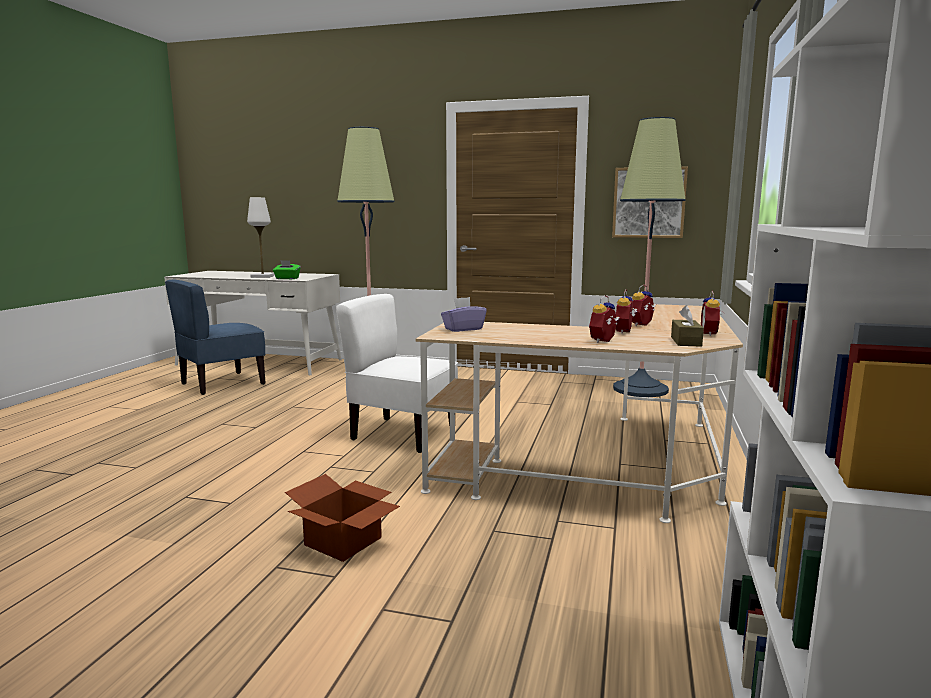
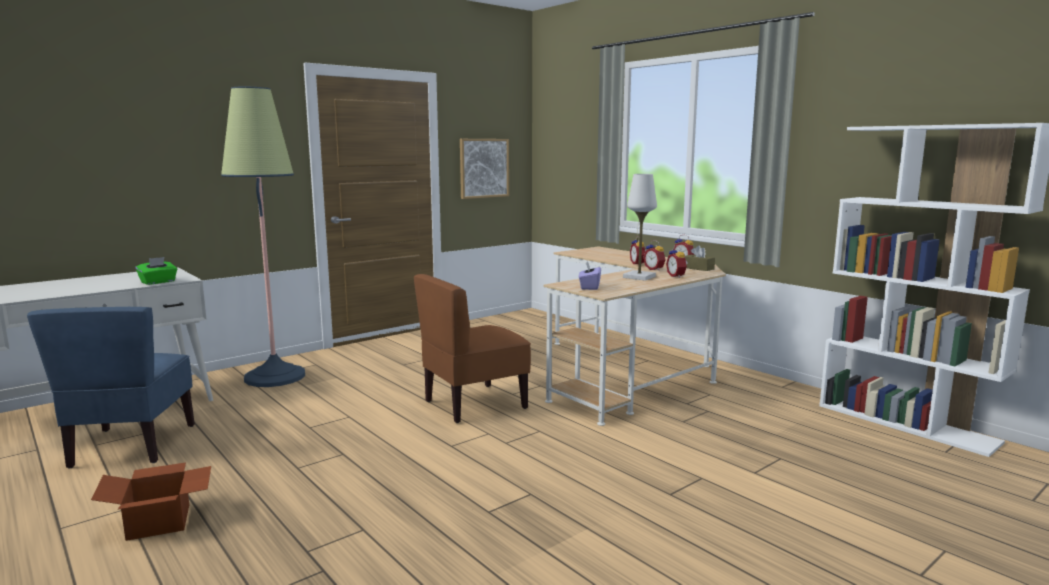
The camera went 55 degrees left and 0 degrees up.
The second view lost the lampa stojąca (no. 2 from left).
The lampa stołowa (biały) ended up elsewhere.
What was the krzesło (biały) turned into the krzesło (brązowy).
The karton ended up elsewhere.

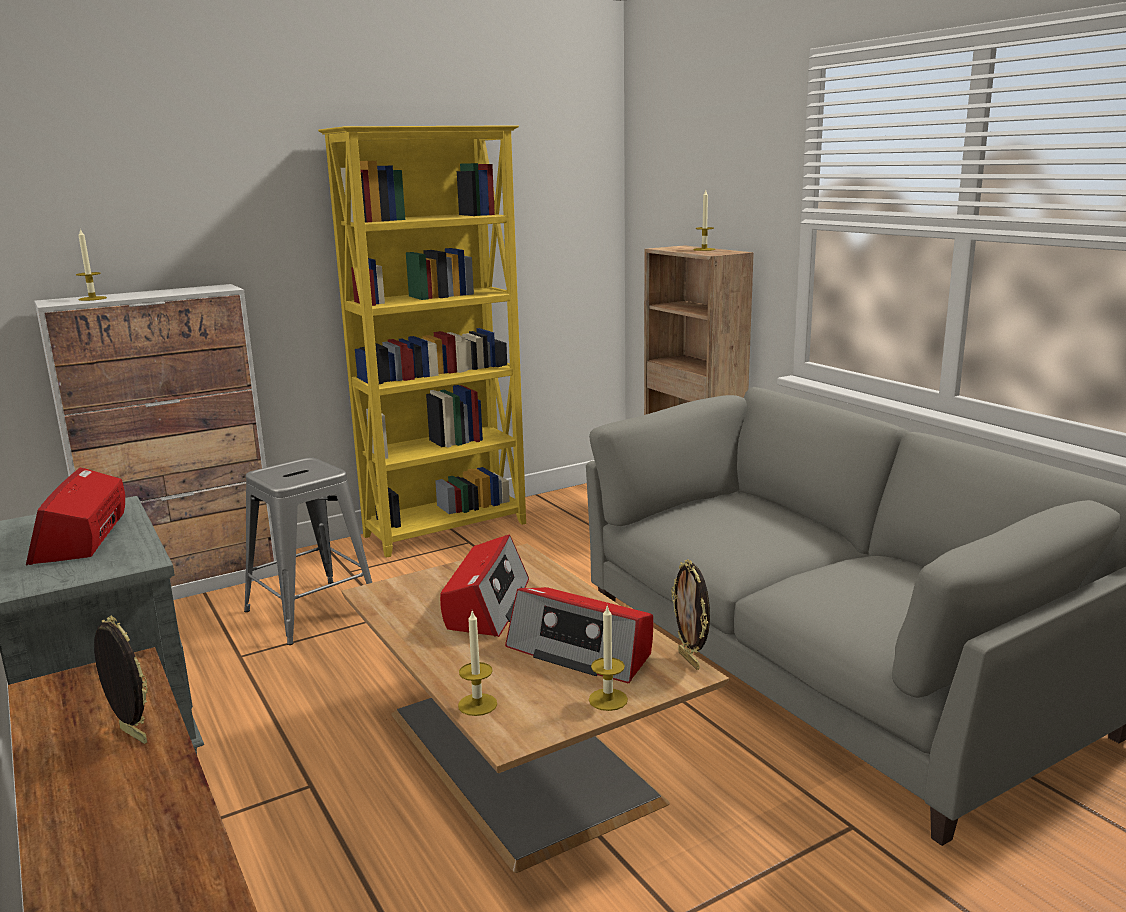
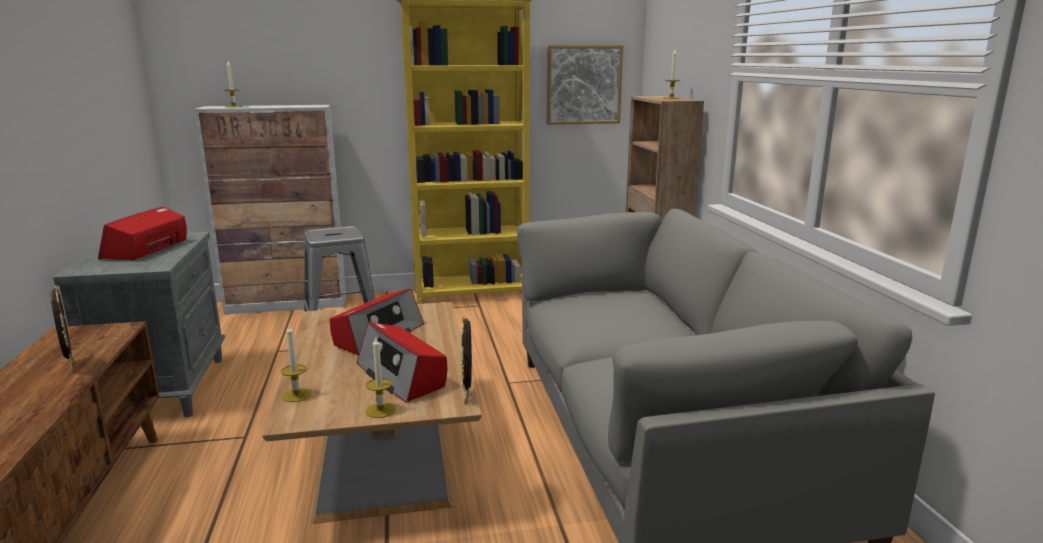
The camera went 20 degrees right and 0 degrees up.
The second view gained the obraz.

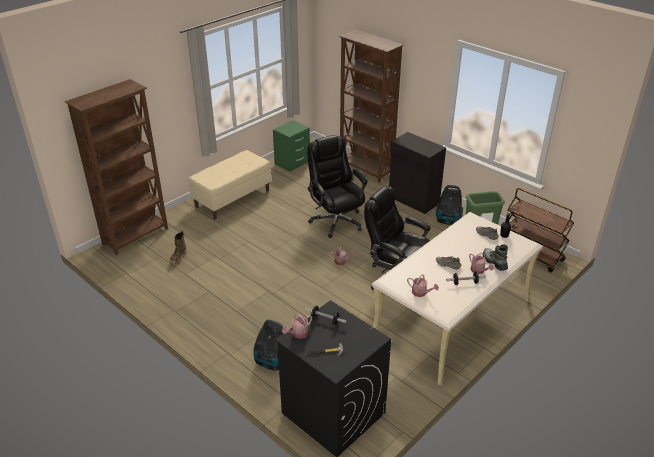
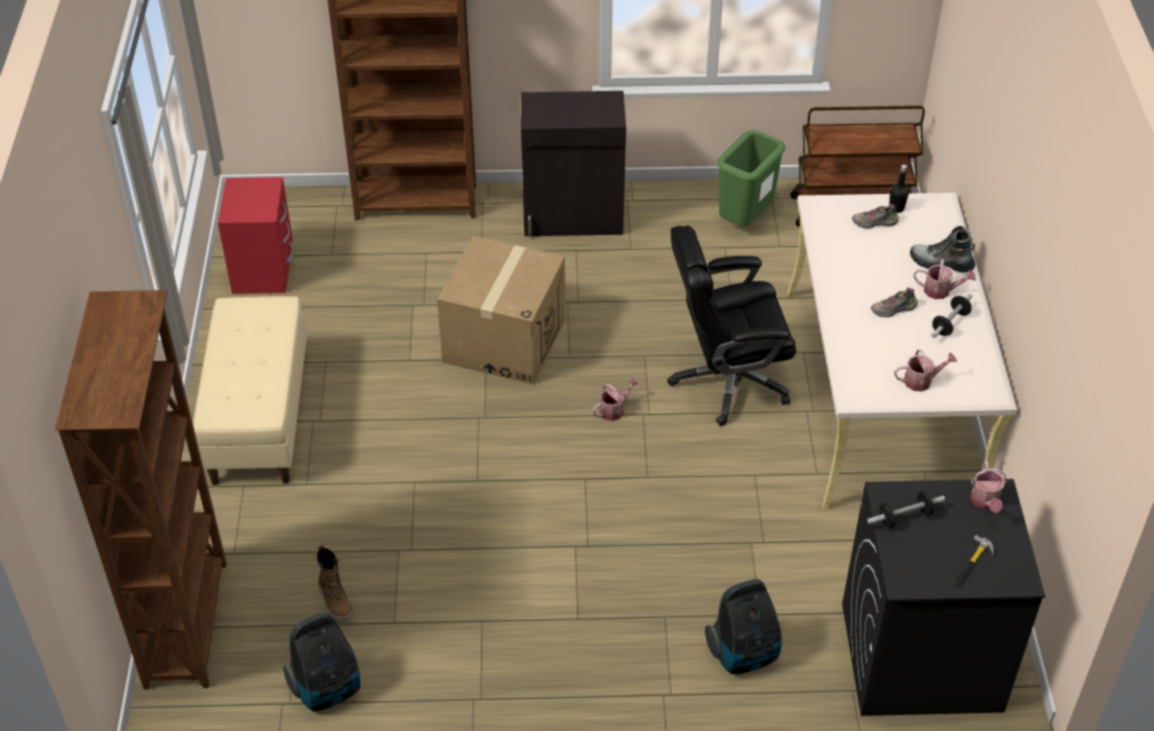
The camera went 45 degrees left and 10 degrees up.
What was the szafka nocna (zielony) turned into the szafka nocna (czerwony).
Where the krzesło biurowe (czarny) (no. 1 from left) stood, the karton came to stand.
The odkurzacz (no. 2 from left in the first image) ended up elsewhere.
The konewka (no. 1 from left in the first image) ended up elsewhere.

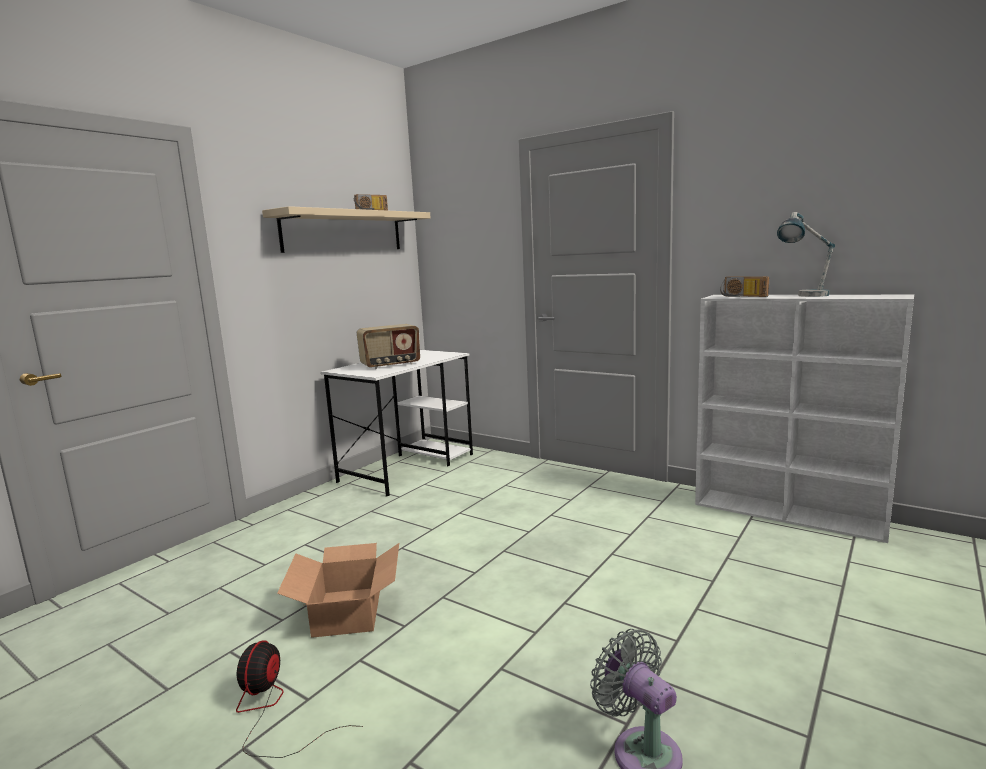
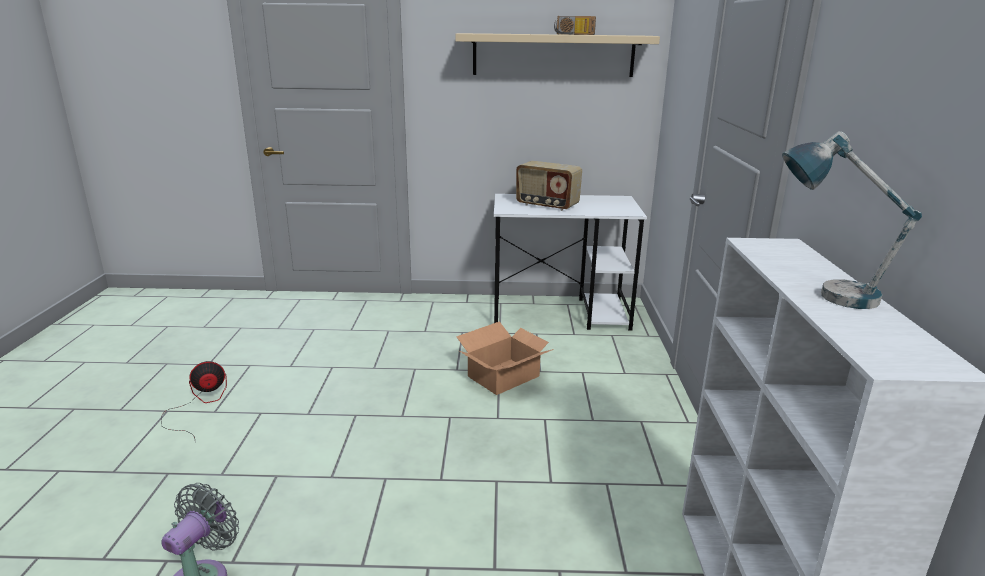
The camera went 55 degrees right and 10 degrees up.
The second view lost the radio (no. 3 from left).
The karton ended up elsewhere.

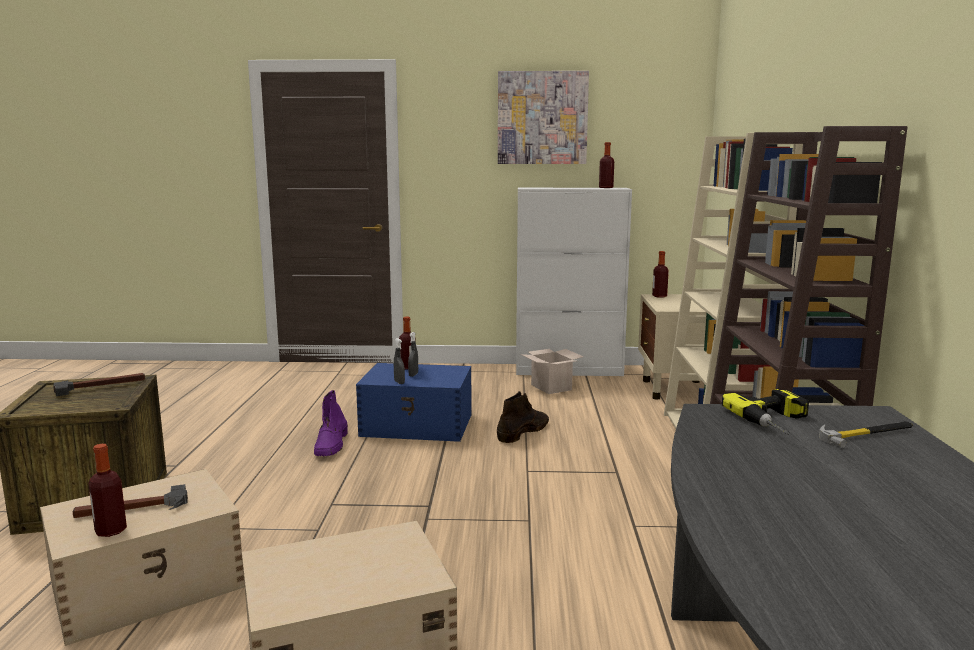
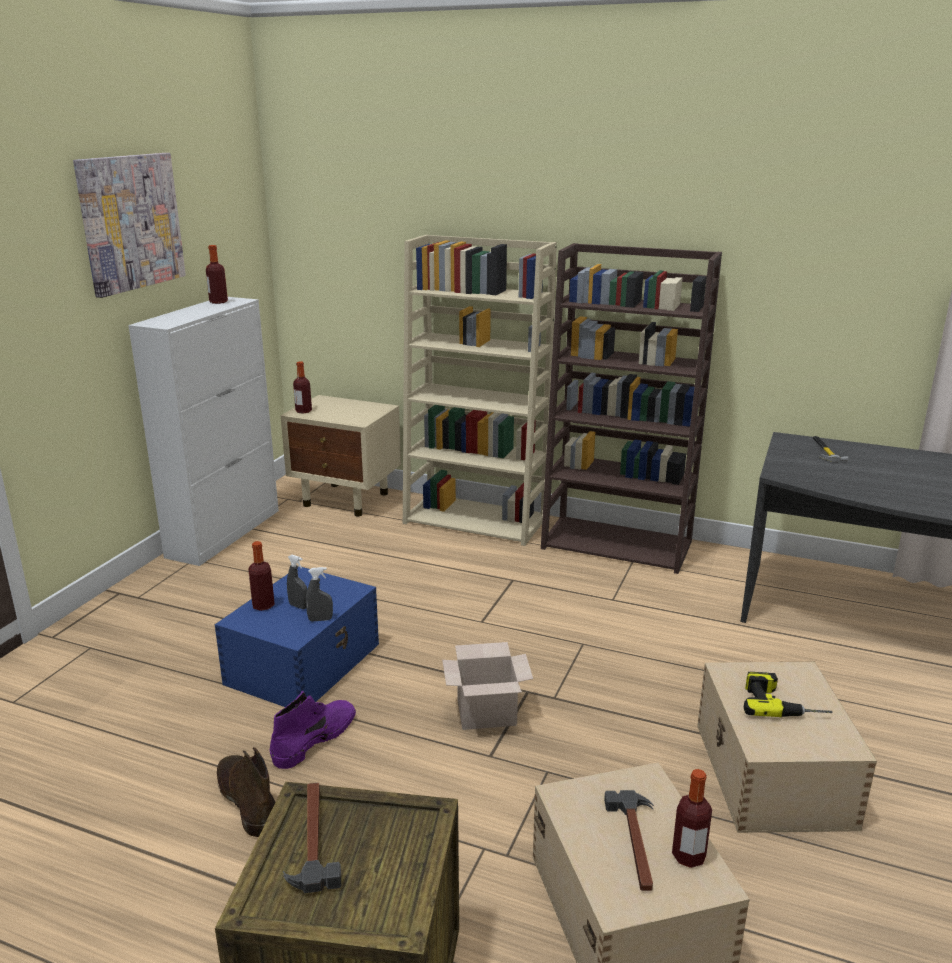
The camera went 70 degrees left and 10 degrees up.
The karton ended up elsewhere.
The wiertarka ended up elsewhere.
The but z cholewką (fioletowy) ended up facing another way, 75 degrees counterclockwise from before.
The but z cholewką (brązowy) ended up elsewhere.

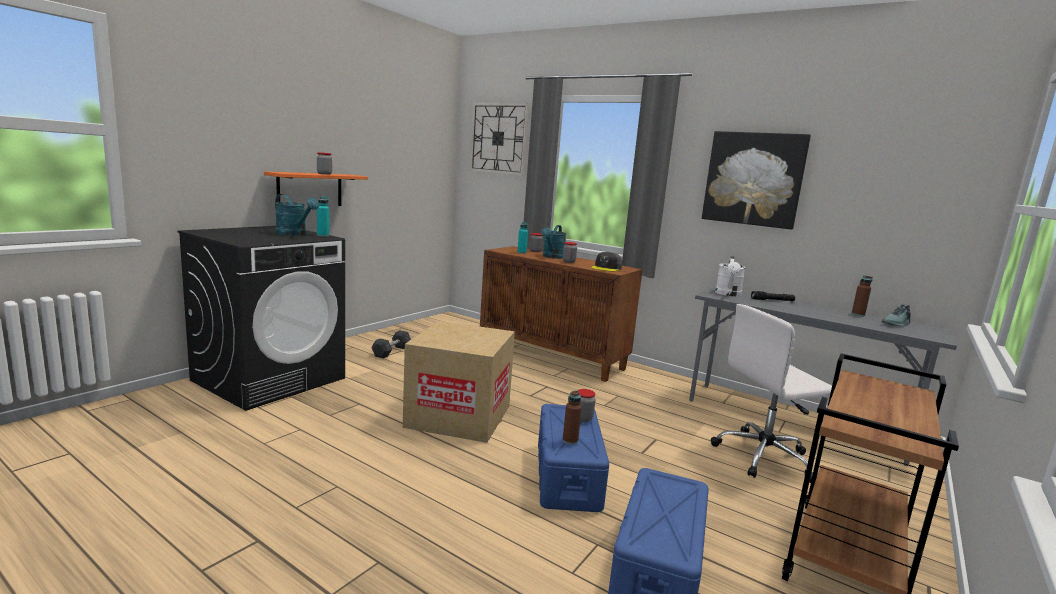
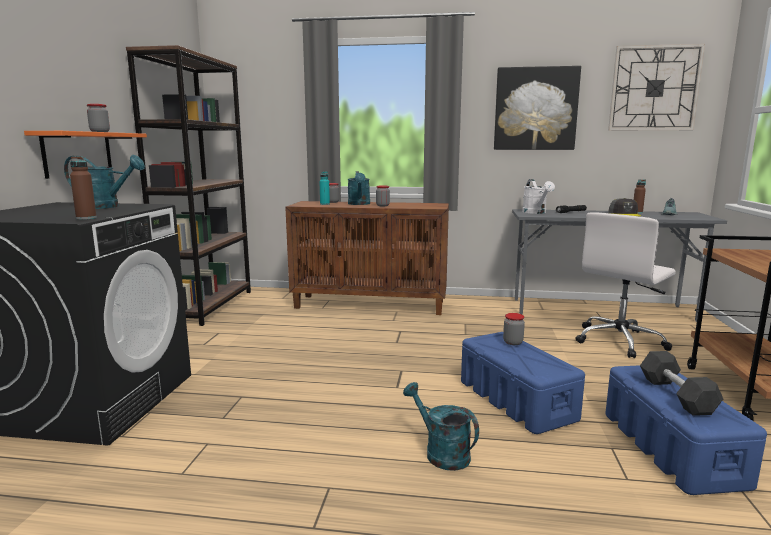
The camera went 25 degrees left and 0 degrees up.
The zegar ścienny ended up elsewhere.
The second view lost the butelka (turkusowy) (no. 1 from left).
The czapka z daszkiem (szary) ended up elsewhere.
The second view lost the karton.
The hantel (szary) ended up elsewhere.
The butelka (brązowy) (no. 1 from left) ended up elsewhere.
The second view gained the regał (brązowy).
The second view gained the konewka (turkusowy) (no. 3 from left).

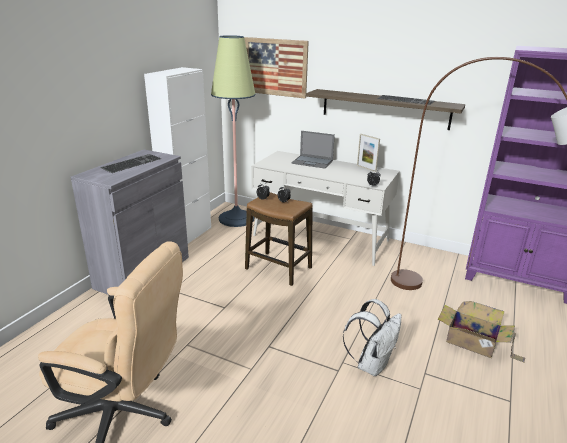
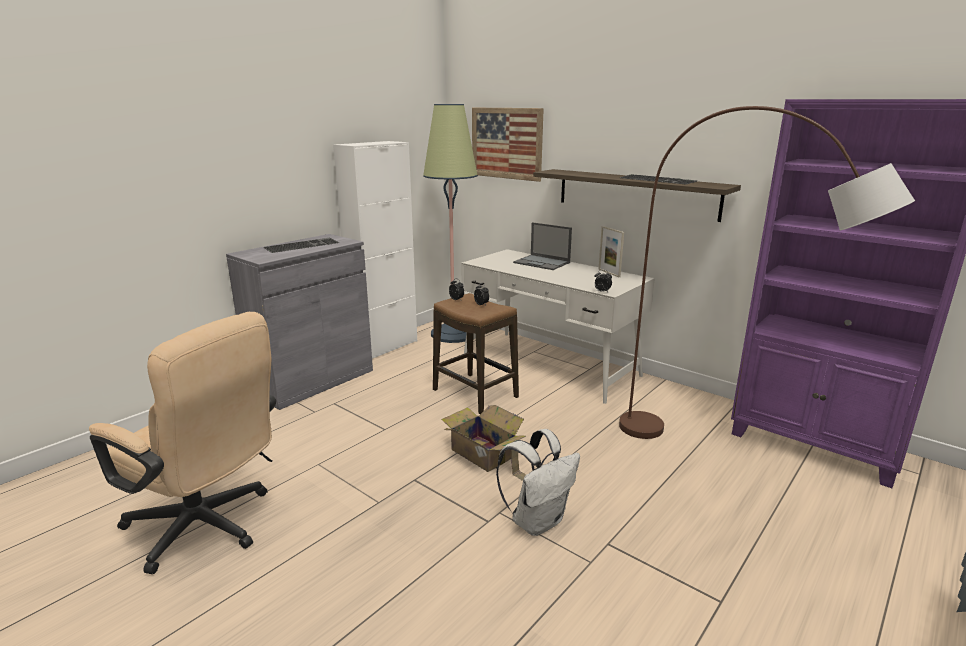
The camera went 15 degrees right and 5 degrees down.
The karton ended up elsewhere.

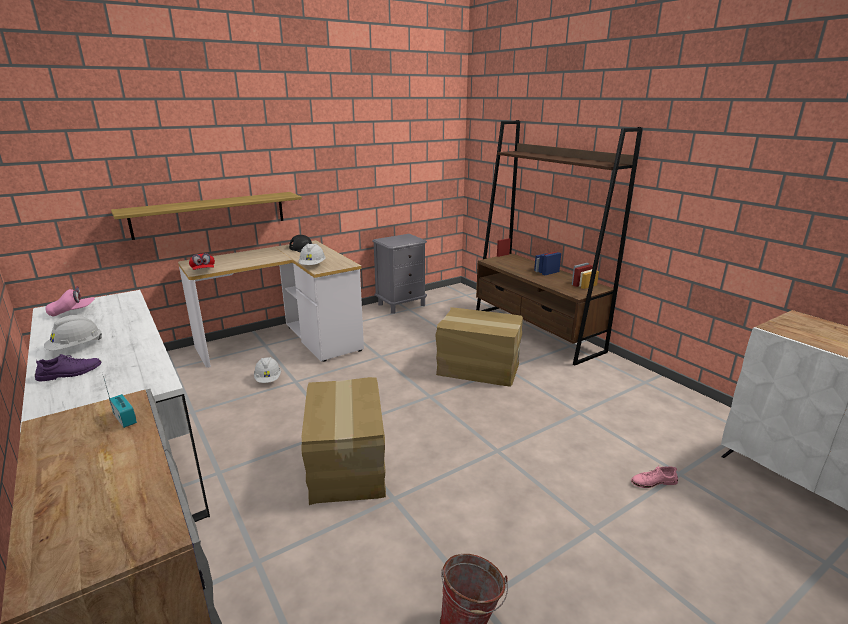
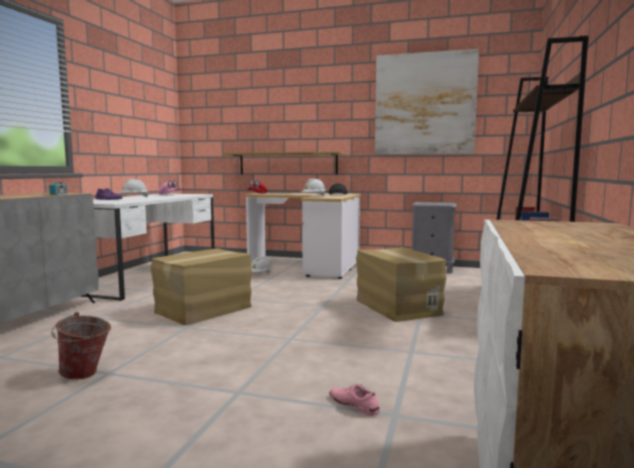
The camera went 50 degrees right and 15 degrees down.
The second view gained the obraz.

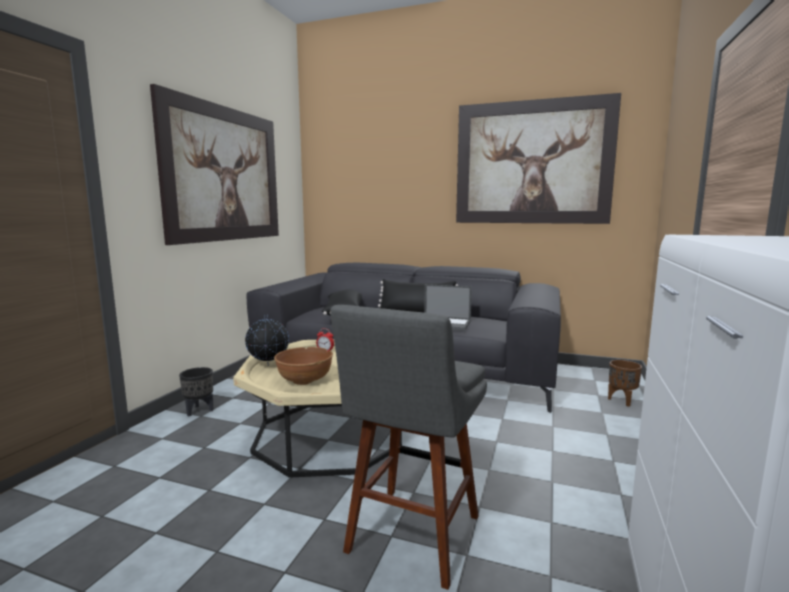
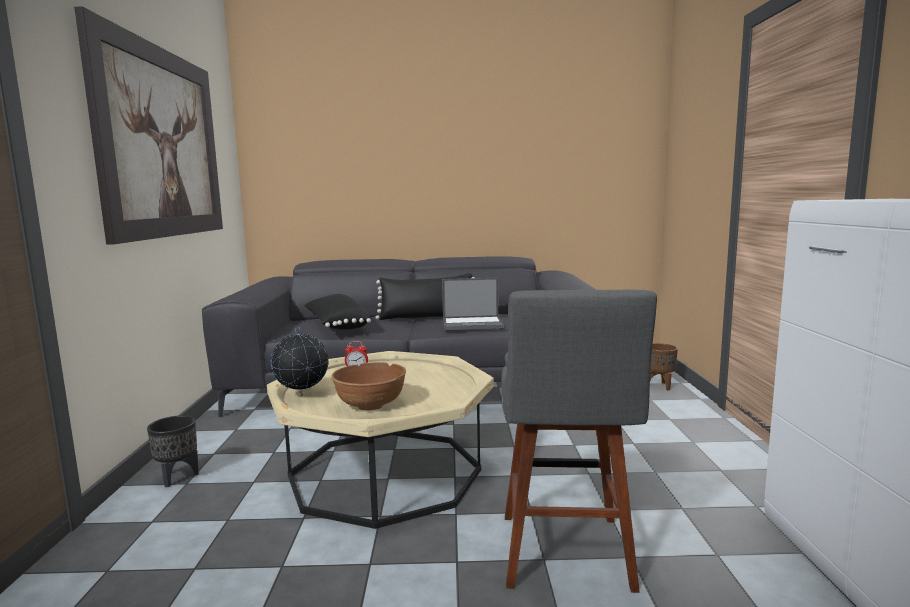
The camera went 20 degrees left and 0 degrees up.
The second view lost the obraz (no. 2 from left).

